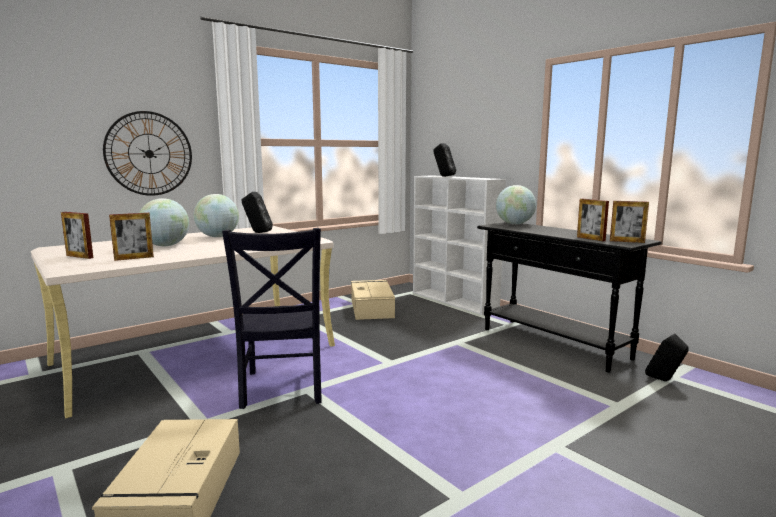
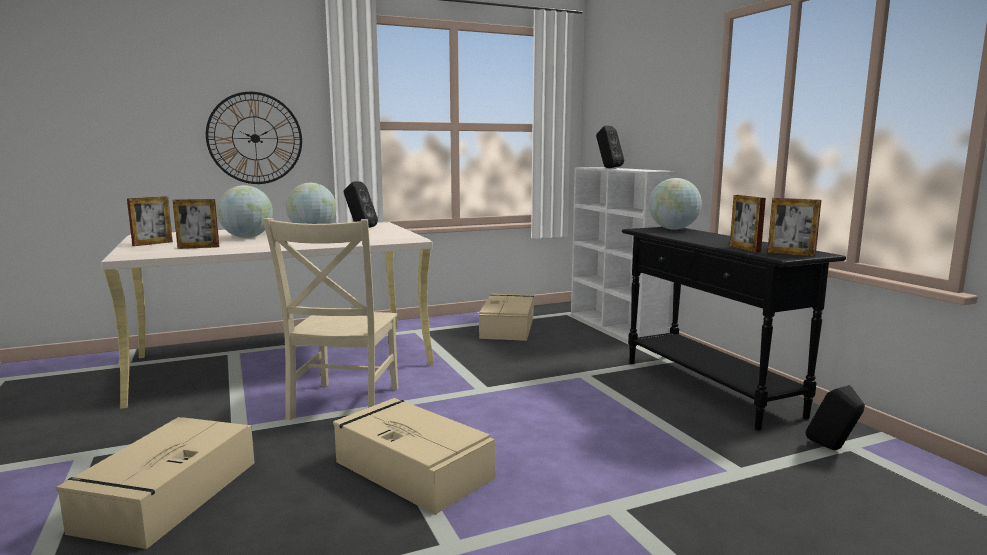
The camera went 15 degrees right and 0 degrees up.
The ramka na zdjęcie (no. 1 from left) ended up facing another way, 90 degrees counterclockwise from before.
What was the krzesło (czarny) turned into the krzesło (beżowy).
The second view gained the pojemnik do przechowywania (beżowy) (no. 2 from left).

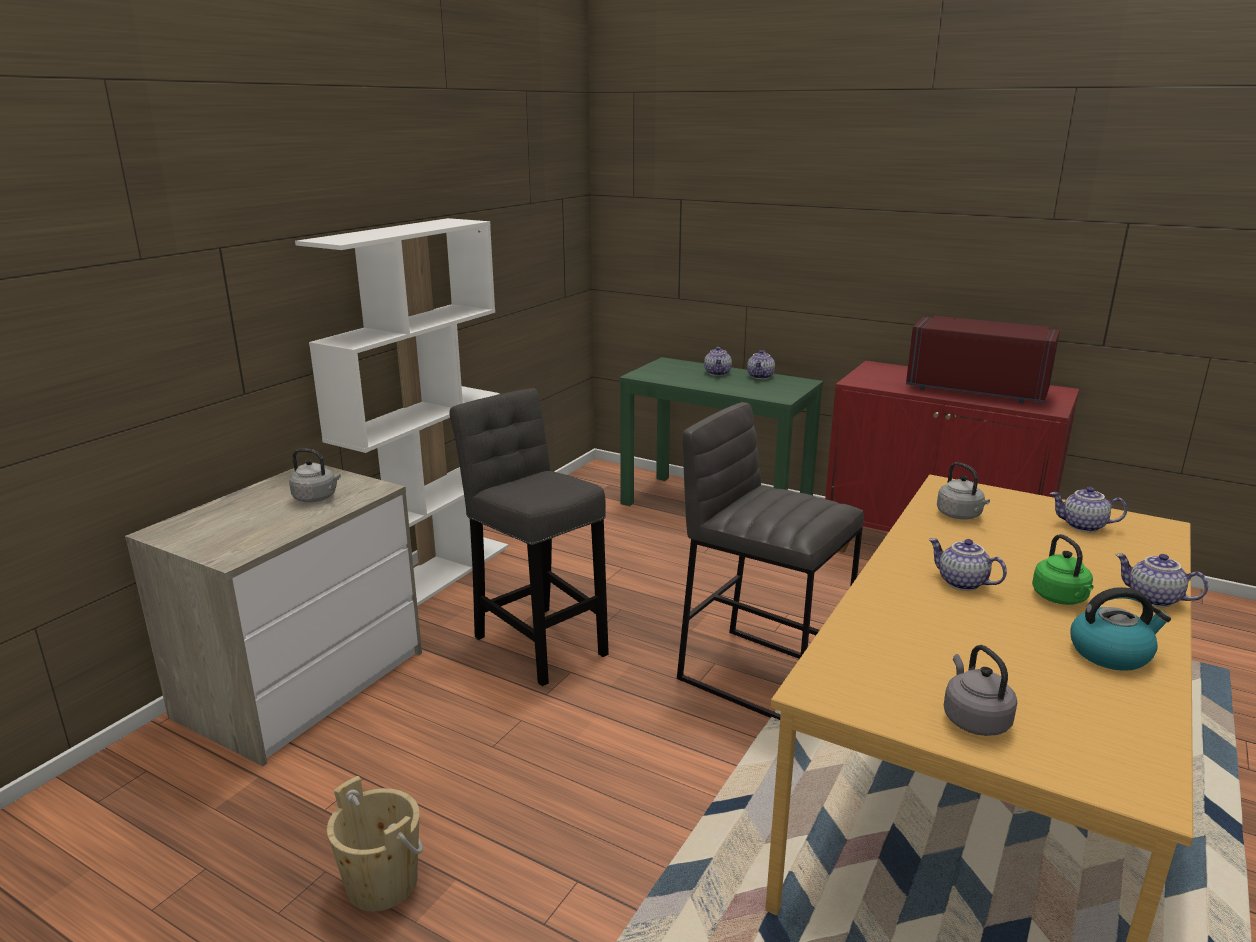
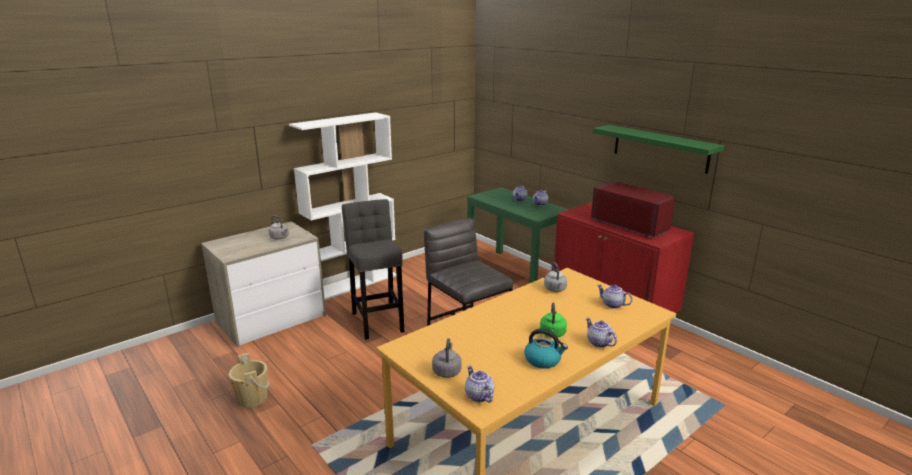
The camera went 20 degrees right and 0 degrees up.
The imbryk (no. 3 from left in the first image) ended up elsewhere.
The second view gained the półka (zielony).

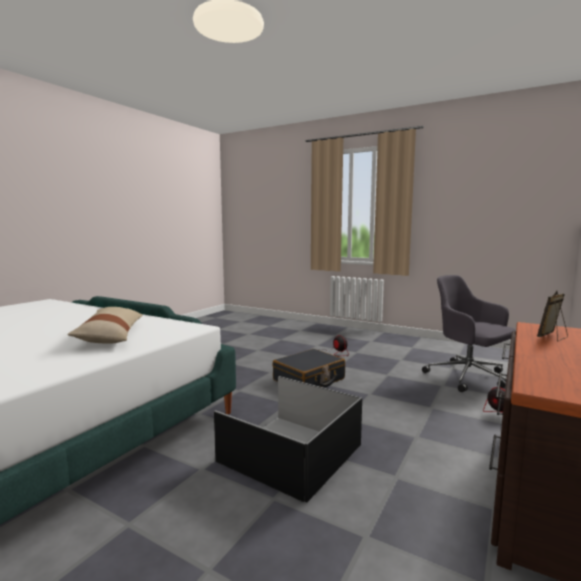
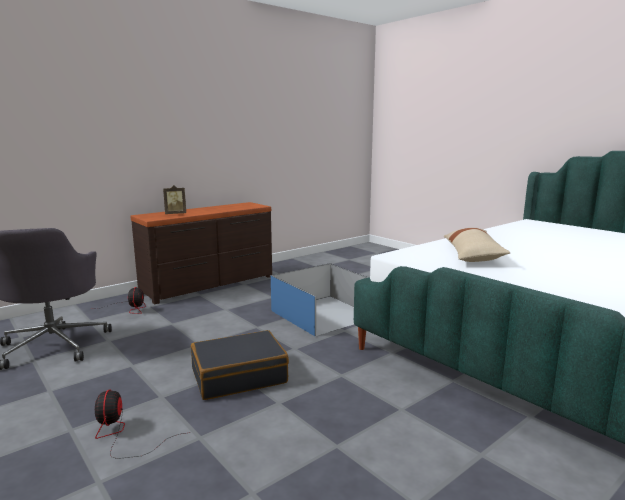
The camera went 160 degrees left and 5 degrees up.
What was the pojemnik do przechowywania (czarny) turned into the pojemnik do przechowywania (niebieski).

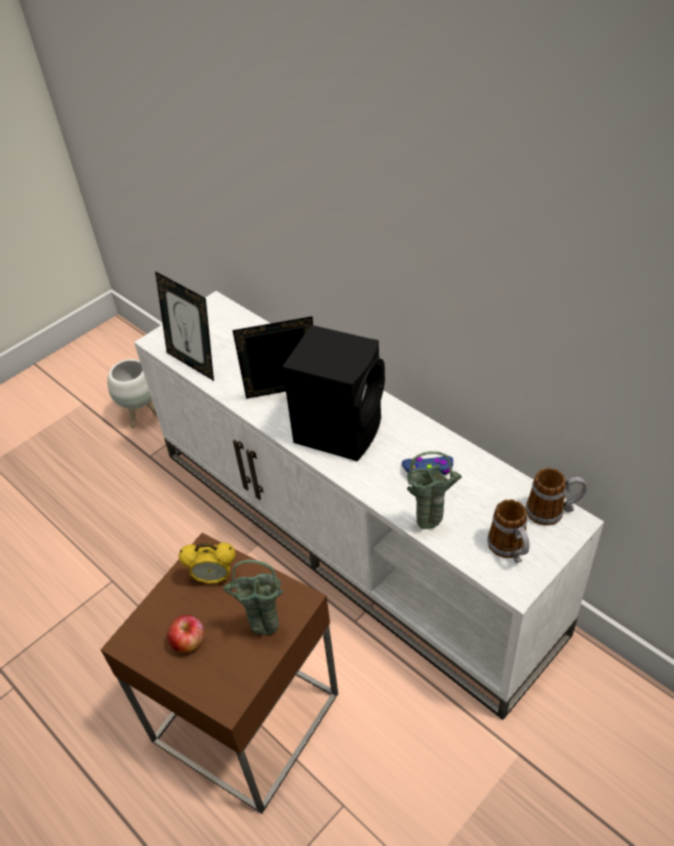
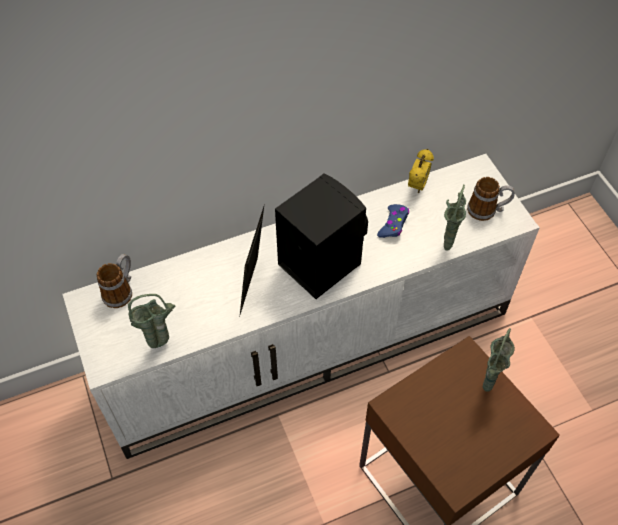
The camera went 70 degrees left and 10 degrees up.
Where the ramka na zdjęcie (no. 1 from left) stood, the wazon (zielony) (no. 1 from left) came to stand.
The second view lost the donica (biały).
The kubek (no. 2 from left in the first image) ended up elsewhere.
The budzik ended up elsewhere.
The second view lost the jabłko.

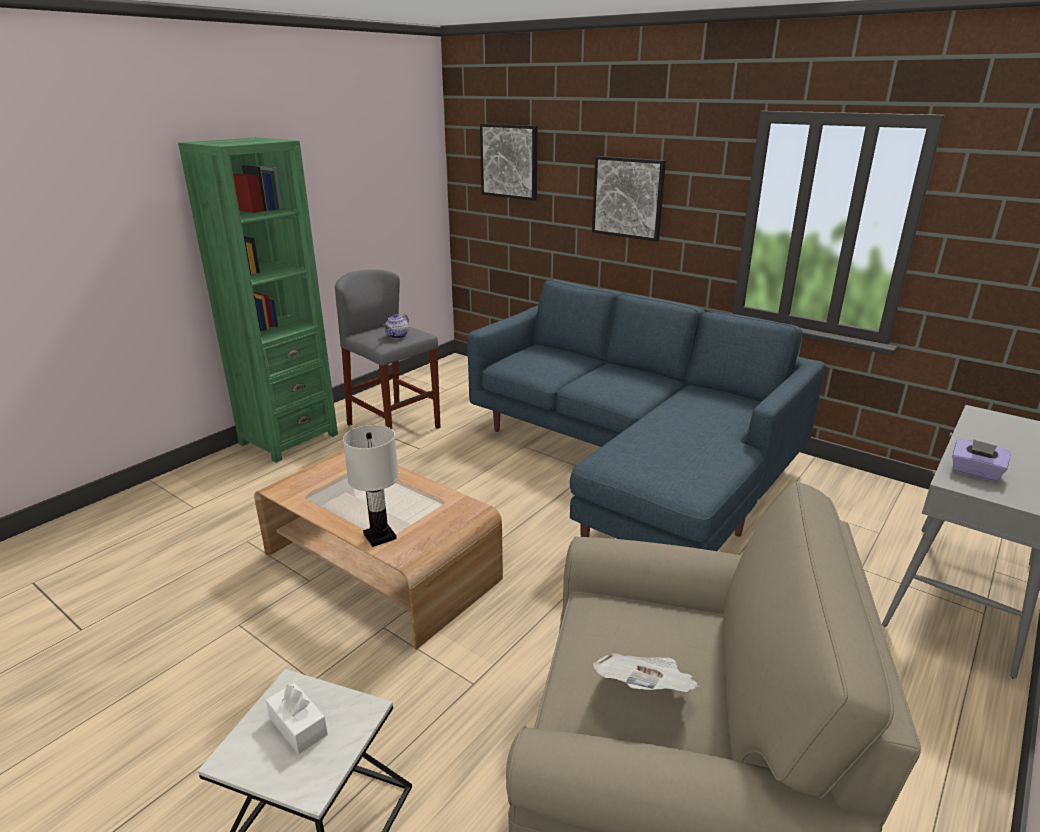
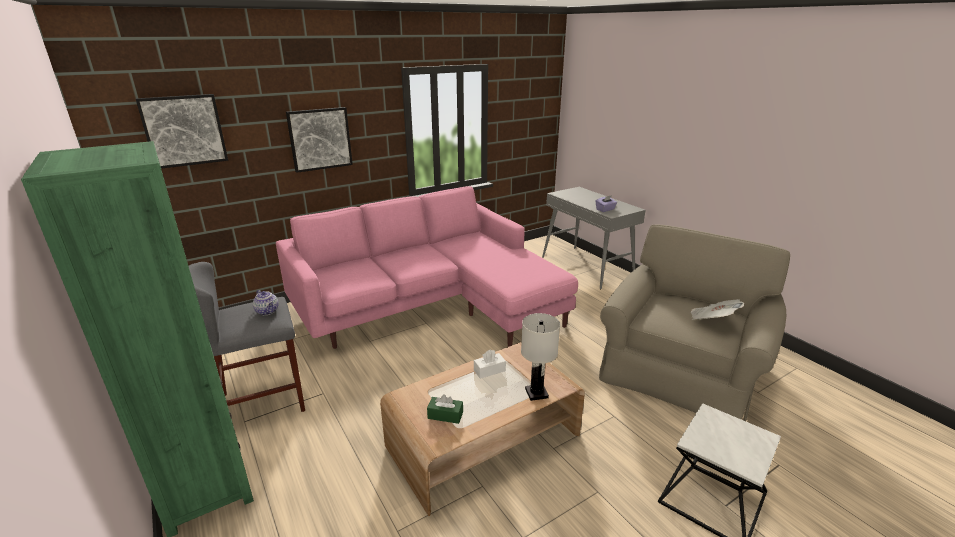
The camera went 70 degrees left and 0 degrees up.
What was the kanapa (niebieski) turned into the kanapa (różowy).
The pudełko chusteczek (biały) ended up elsewhere.
The second view gained the pudełko chusteczek (zielony).

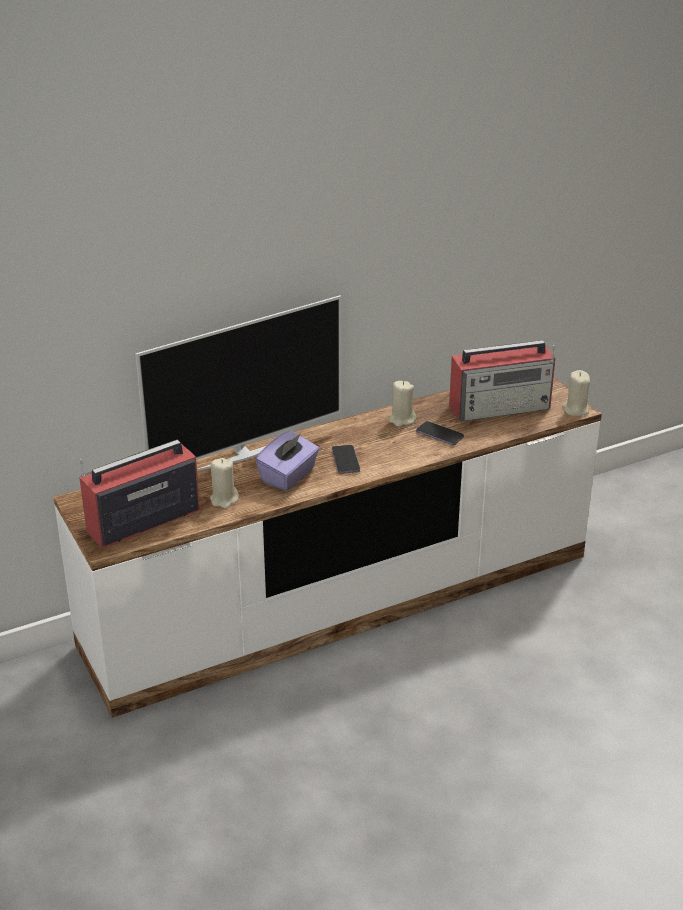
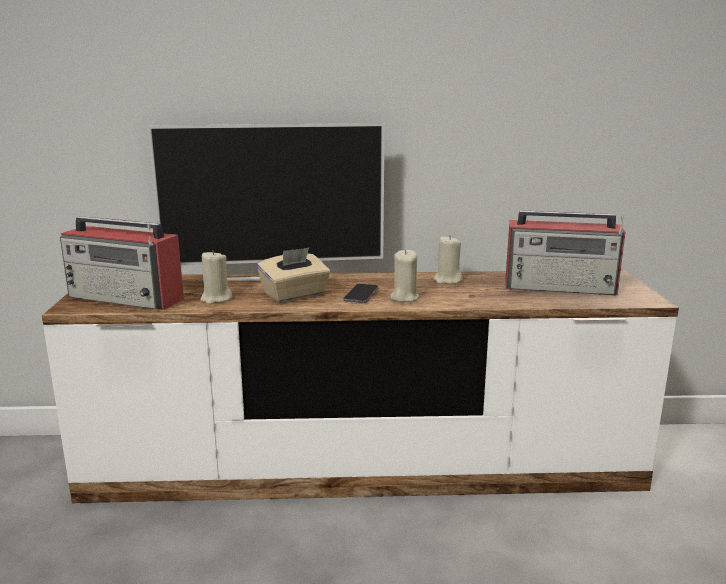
The camera went 25 degrees right and 15 degrees down.
The świeca (beżowy) (no. 3 from left in the first image) ended up elsewhere.
The second view lost the telefon (no. 2 from left).
What was the pudełko chusteczek (fioletowy) turned into the pudełko chusteczek (beżowy).
The radio (no. 1 from left) ended up facing another way, 150 degrees counterclockwise from before.

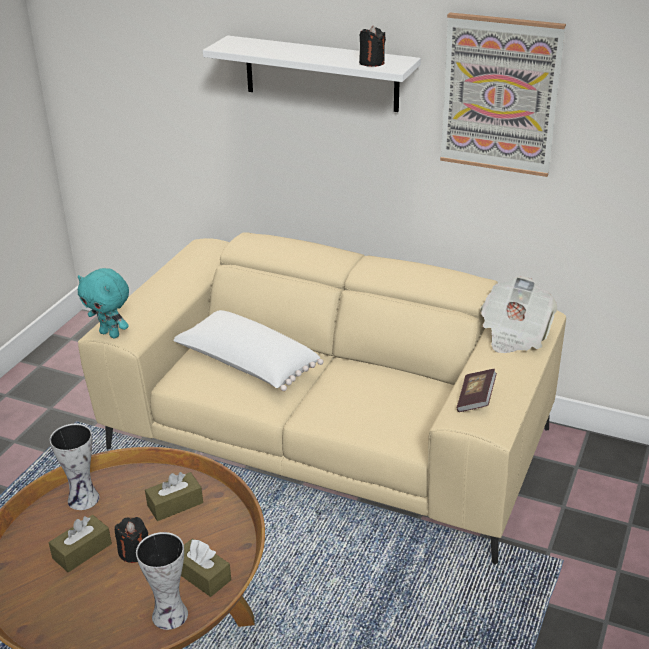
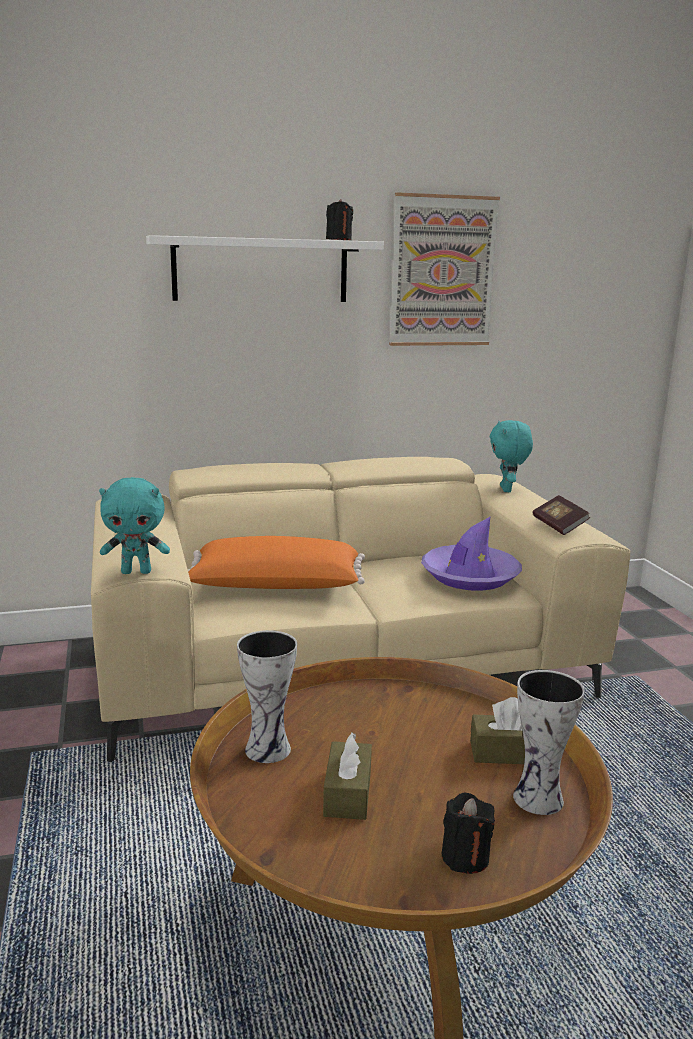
The camera went 40 degrees left and 15 degrees down.
Where the gazeta stood, the pluszak (turkusowy) (no. 2 from left) came to stand.
What was the poduszka (biały) turned into the poduszka (pomarańczowy).
The second view lost the pudełko chusteczek (brązowy) (no. 2 from left).
The świeca (czarny) (no. 1 from left in the first image) ended up elsewhere.
The second view gained the kapelusz (fioletowy).

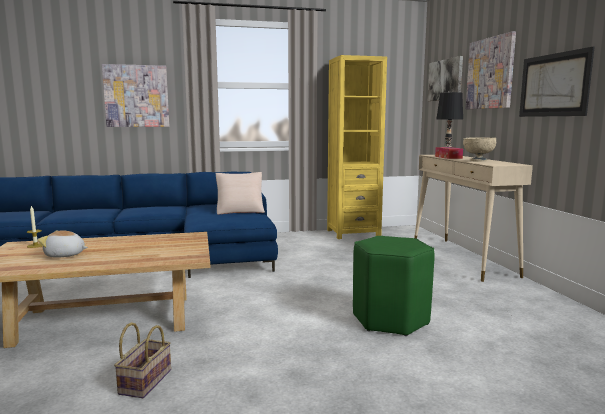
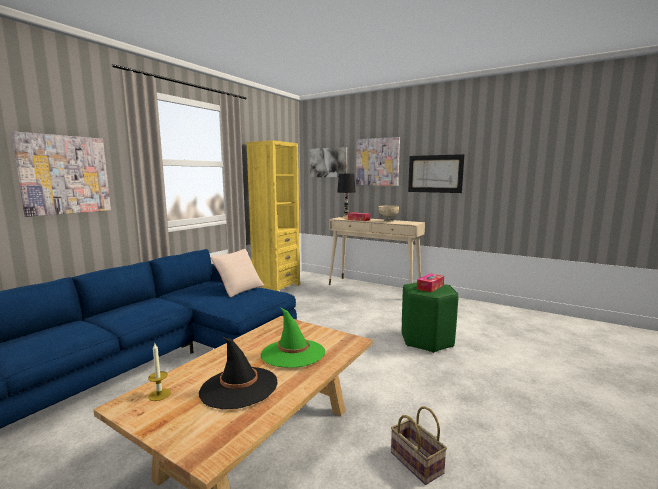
The camera went 45 degrees left and 0 degrees up.
Where the pluszak stood, the kapelusz (czarny) came to stand.
The second view gained the pudełko chusteczek (no. 2 from left).
The second view gained the kapelusz (zielony).

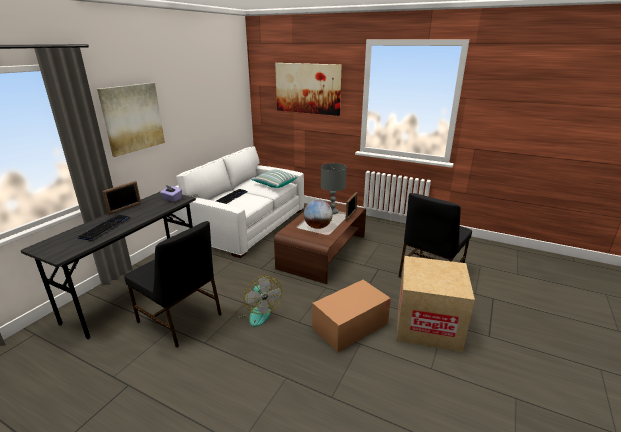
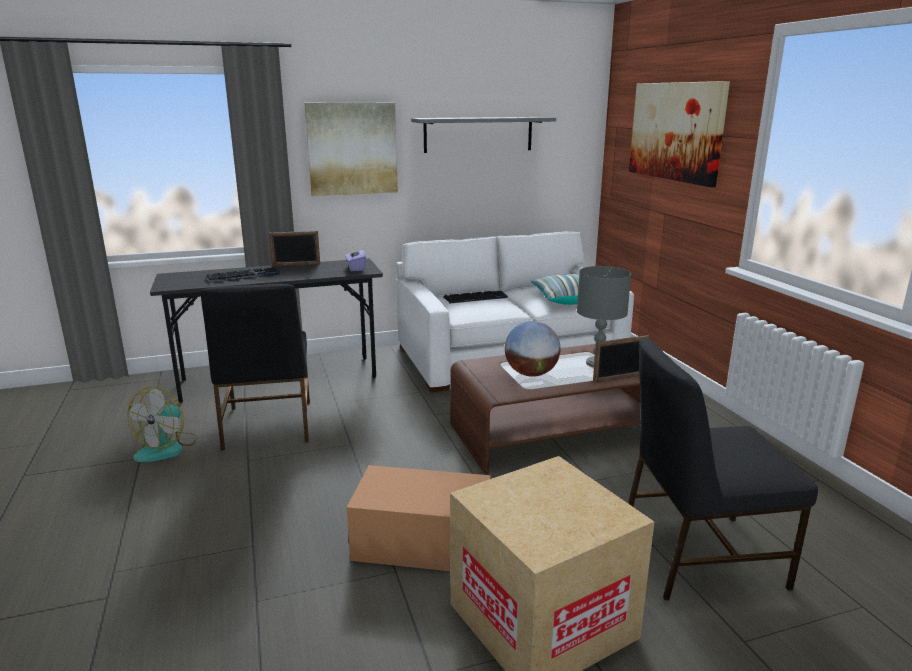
The camera went 45 degrees right and 5 degrees down.
The wentylator ended up elsewhere.
The second view gained the półka (szary).

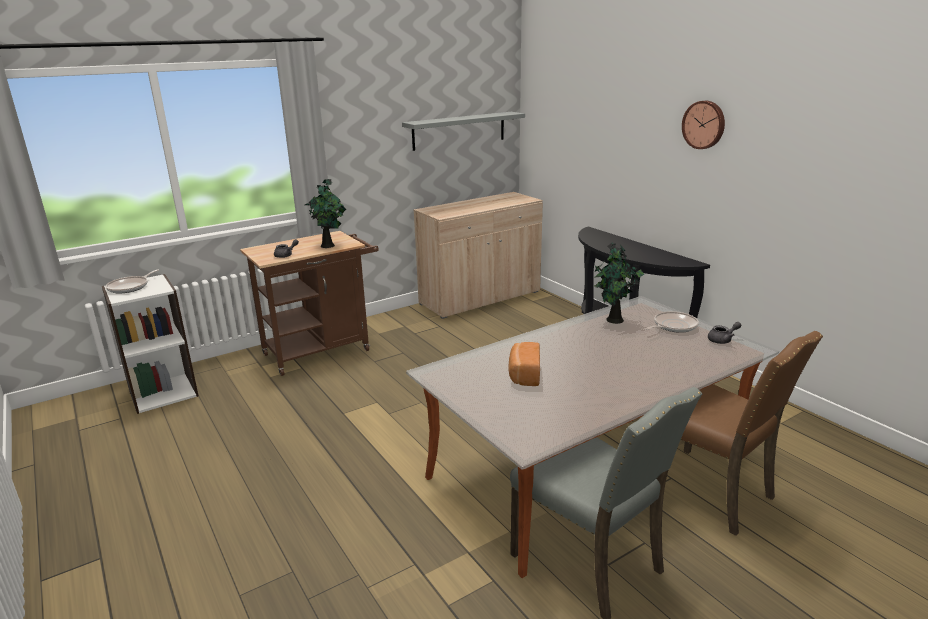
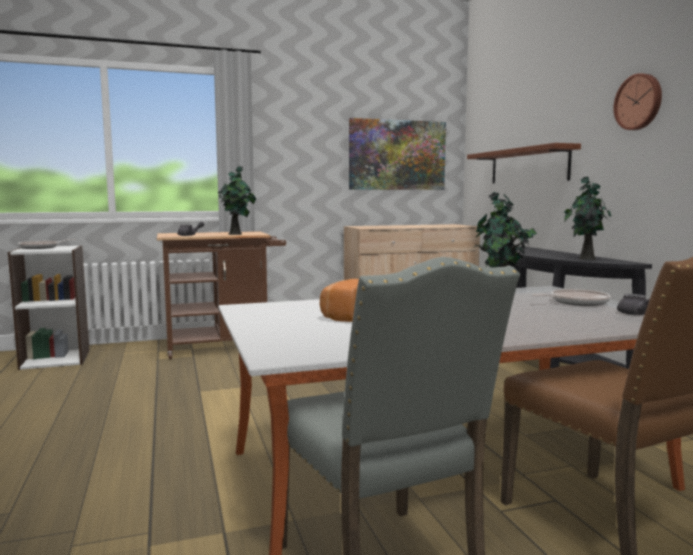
The camera went 15 degrees right and 15 degrees down.
Where the półka (szary) hung, the obraz came to hang.
The second view gained the półka (brązowy).
The second view gained the roślina doniczkowa (no. 3 from left).

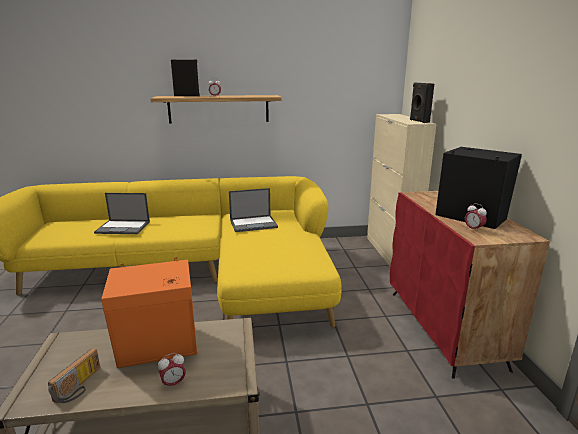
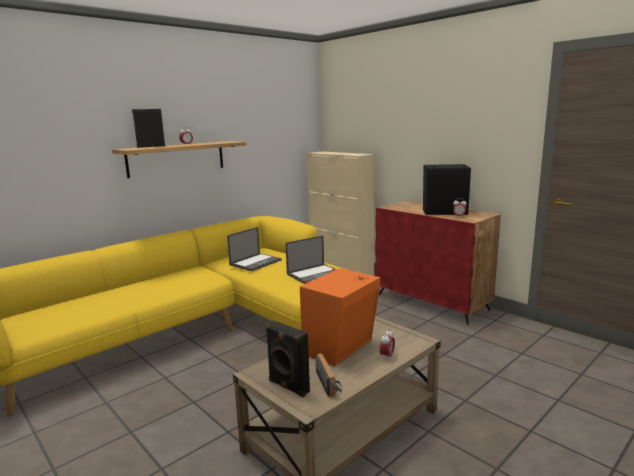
The camera went 35 degrees left and 5 degrees down.
The głośnik (czarny) (no. 2 from left) ended up elsewhere.
The laptop (no. 1 from left in the first image) ended up elsewhere.

